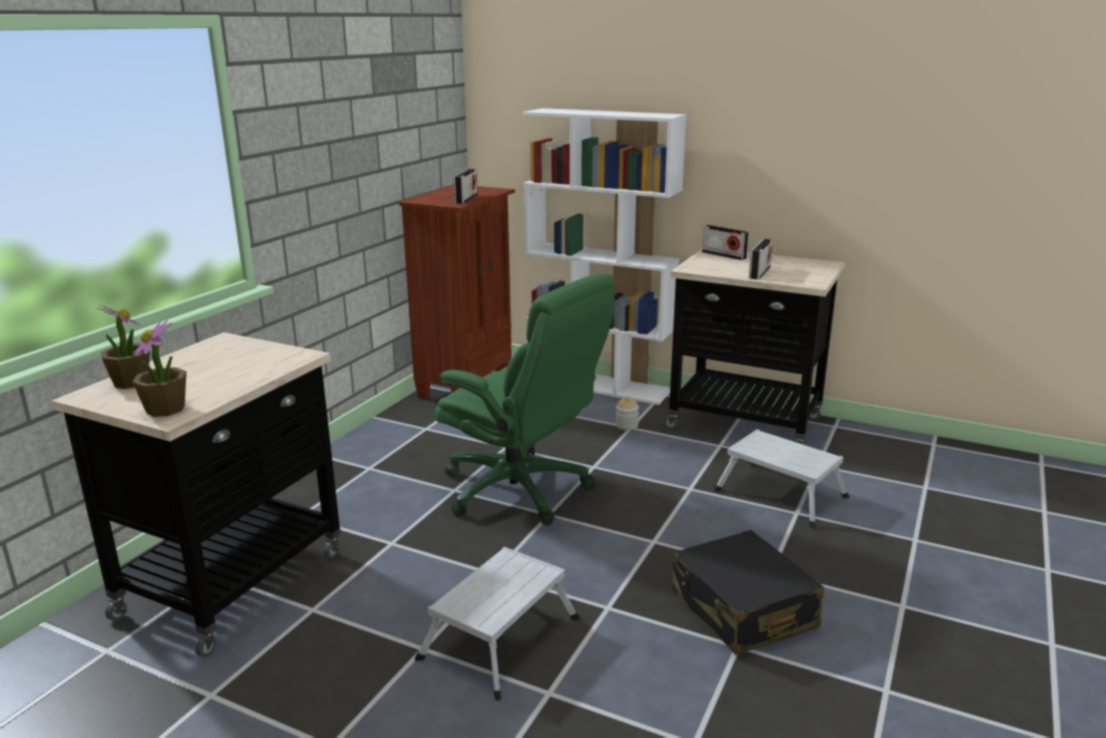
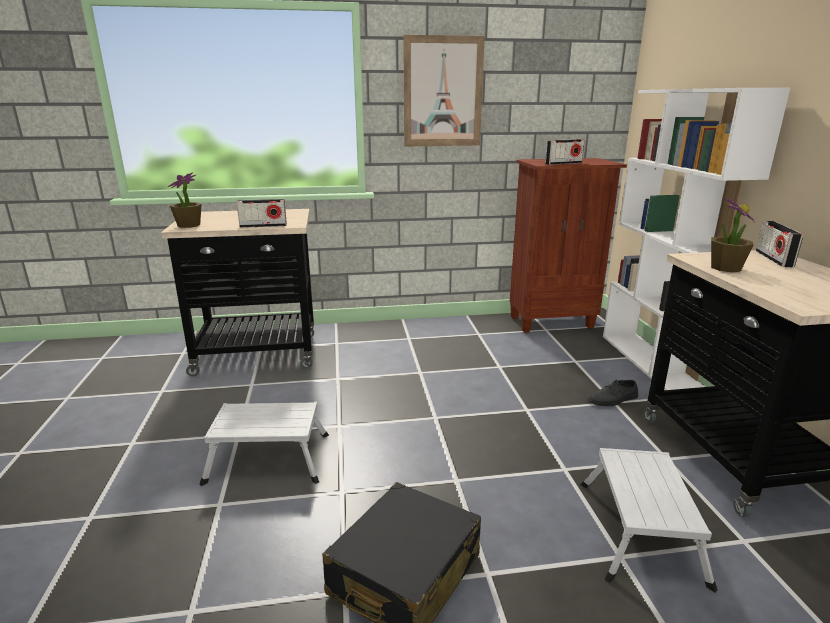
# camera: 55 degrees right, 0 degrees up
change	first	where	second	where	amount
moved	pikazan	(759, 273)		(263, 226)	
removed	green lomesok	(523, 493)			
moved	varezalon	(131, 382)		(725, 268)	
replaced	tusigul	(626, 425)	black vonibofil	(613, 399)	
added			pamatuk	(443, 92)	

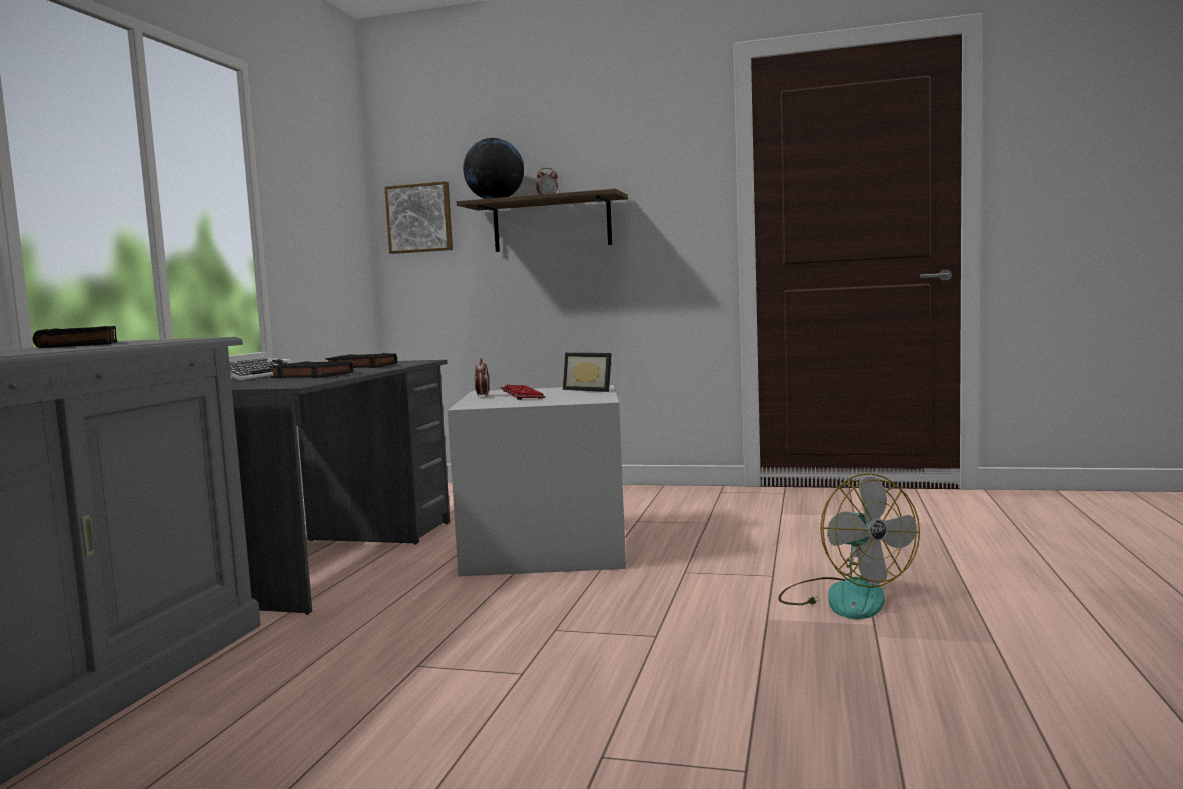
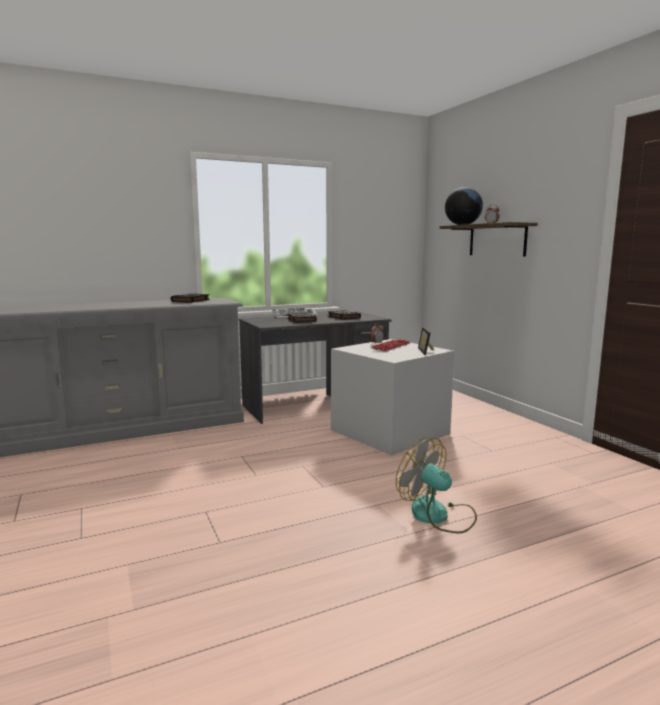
# camera: 50 degrees right, 5 degrees up
change	first	where	second	where	amount
removed	pamatuk	(420, 218)			
turned	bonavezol	(844, 597)		(438, 516)	105 degrees clockwise

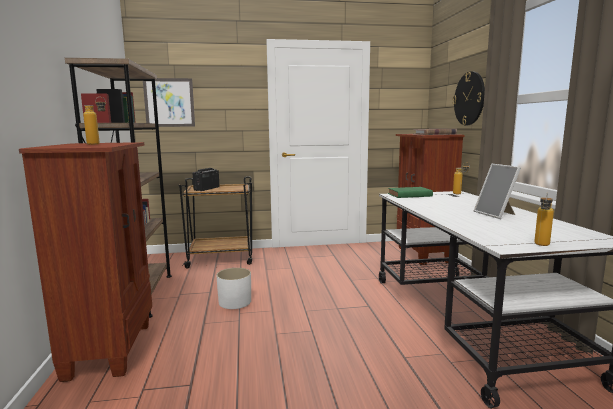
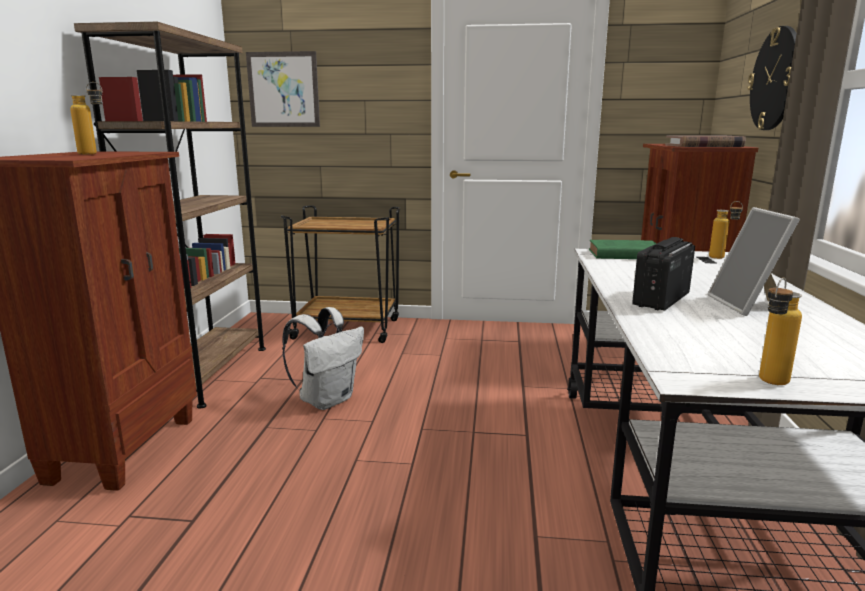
# camera: 15 degrees right, 5 degrees up
change	first	where	second	where	amount
moved	pikazan	(206, 189)		(661, 299)	
replaced	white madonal	(235, 302)	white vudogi	(327, 400)	

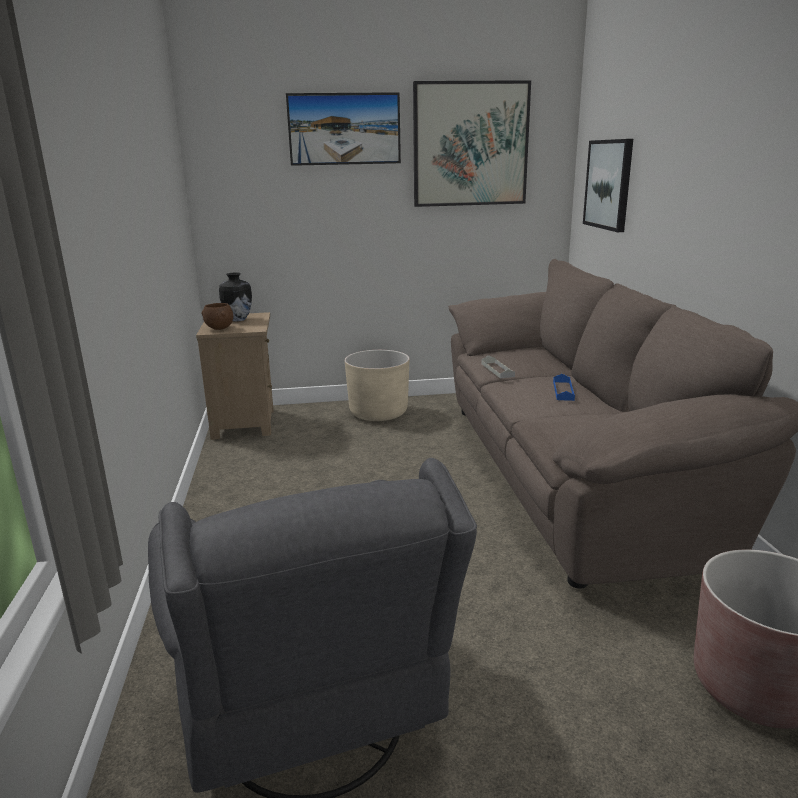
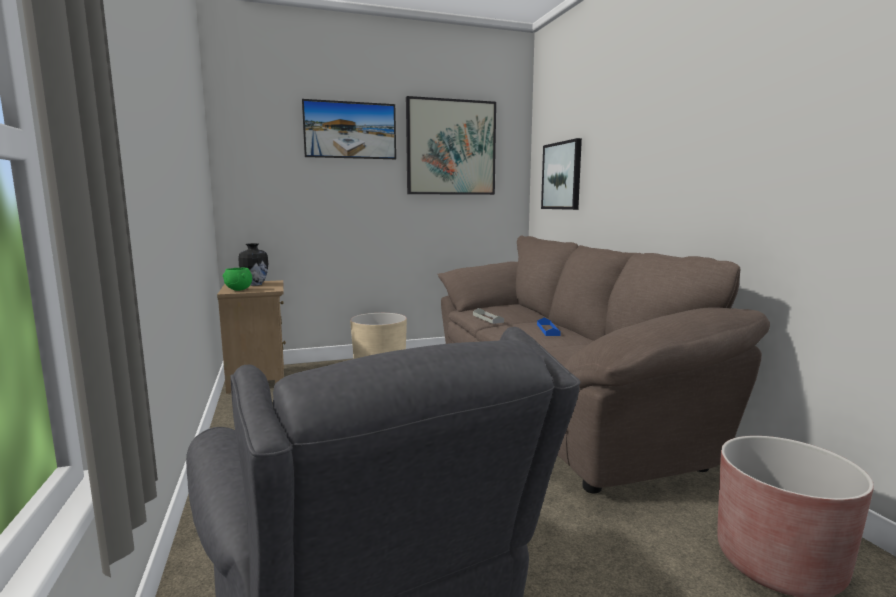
# camera: 10 degrees left, 10 degrees down
change	first	where	second	where	amount
recoloured	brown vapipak	(219, 329)	green vapipak	(238, 290)	

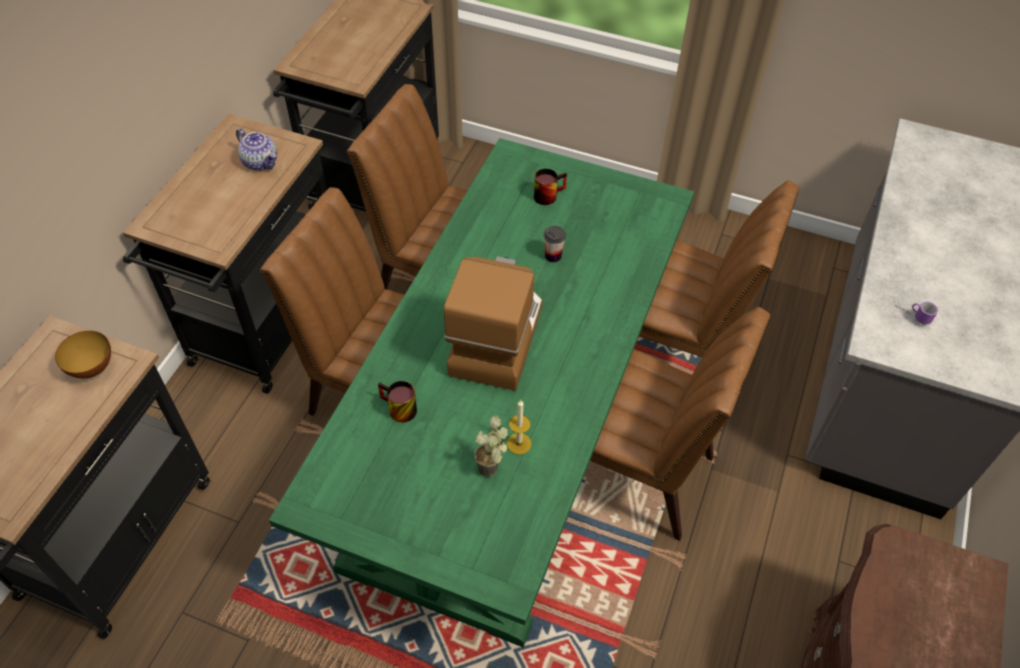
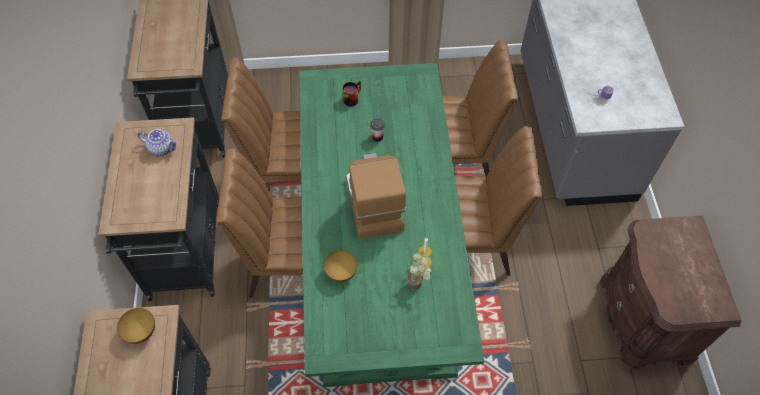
# camera: 25 degrees left, 5 degrees up
change	first	where	second	where	amount
replaced	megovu	(397, 410)	vapipak	(341, 273)	

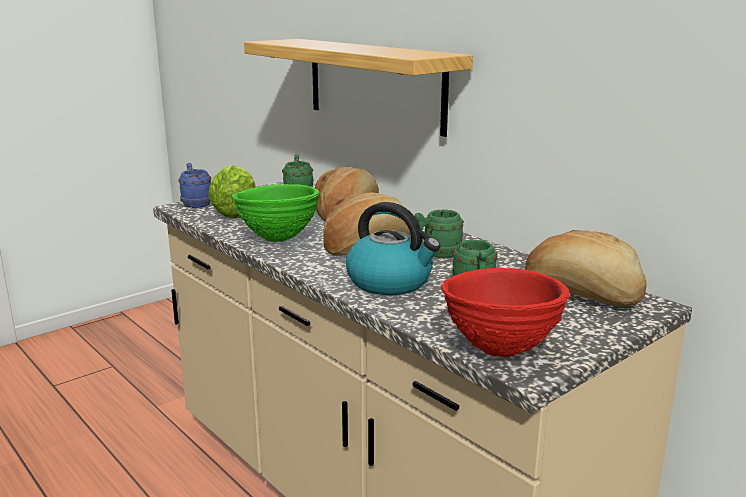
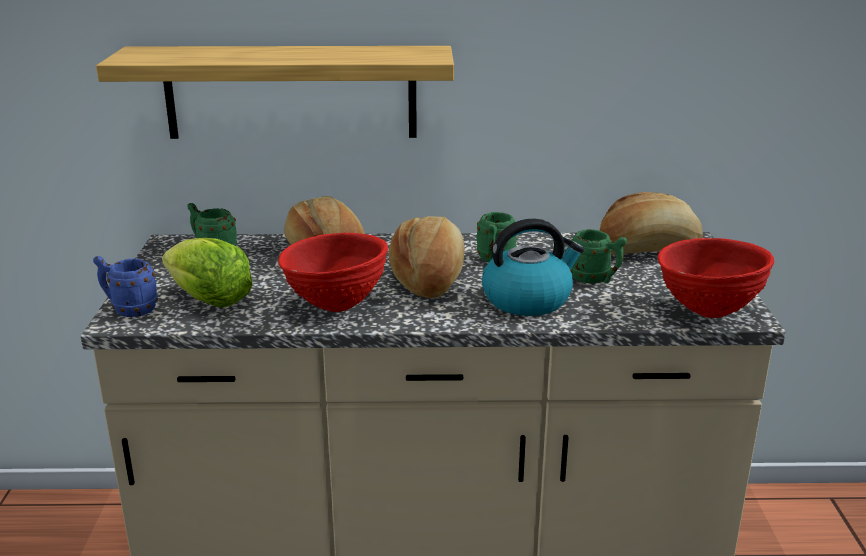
# camera: 50 degrees left, 5 degrees up
change	first	where	second	where	amount
recoloured	green vapipak	(278, 239)	red vapipak	(336, 306)	

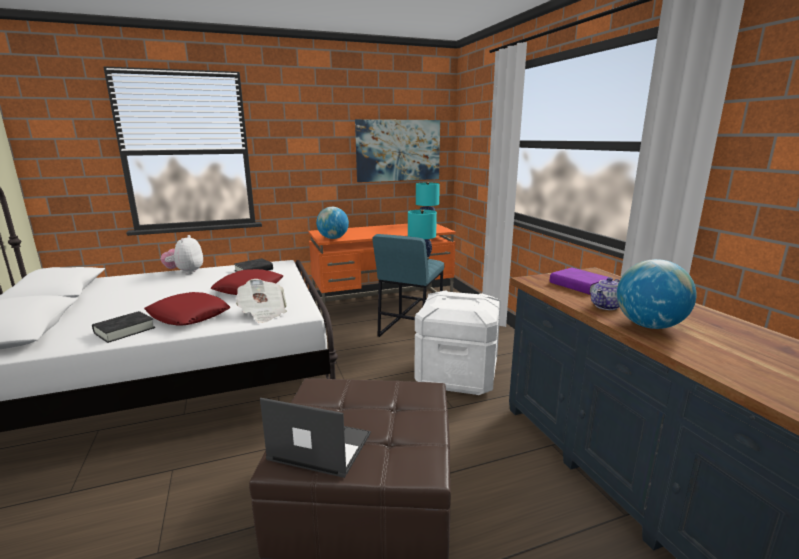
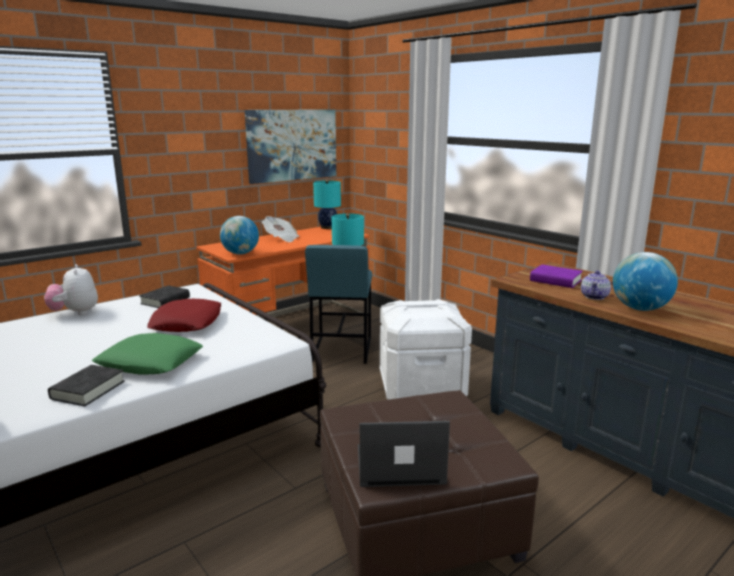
# camera: 20 degrees left, 0 degrees up
change	first	where	second	where	amount
moved	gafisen	(263, 313)		(281, 239)	
recoloured	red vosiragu	(188, 316)	green vosiragu	(150, 362)	

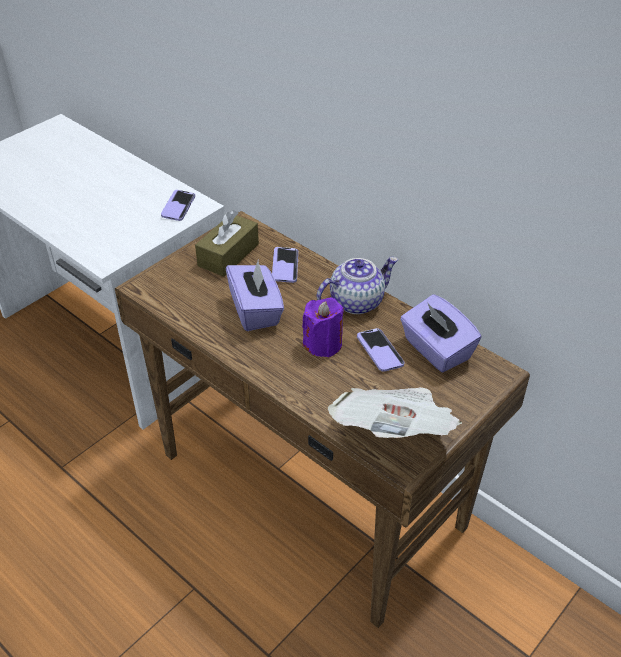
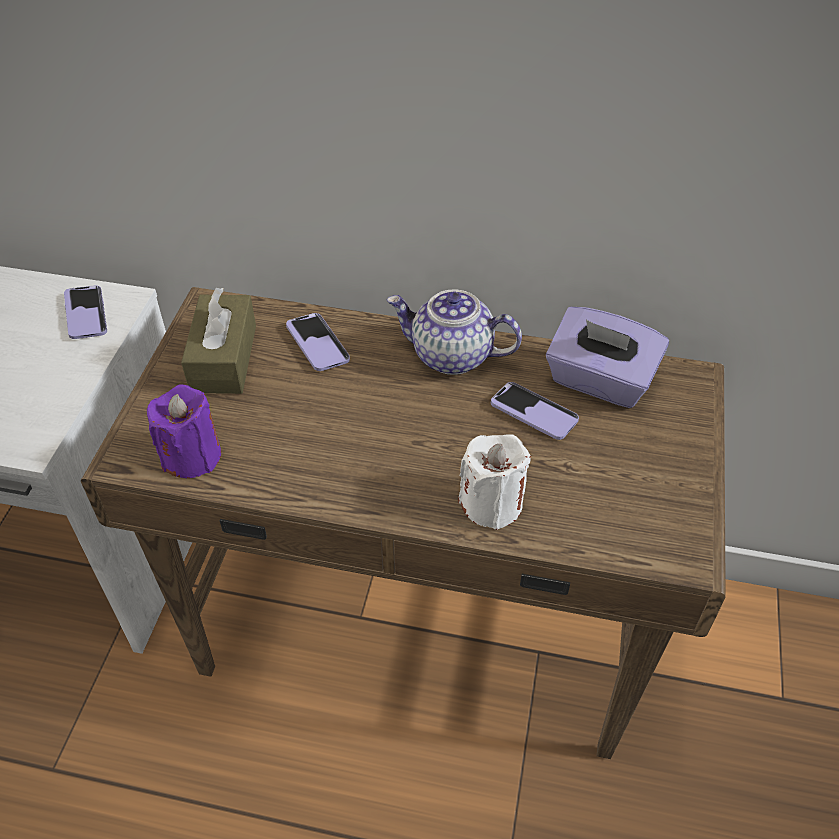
# camera: 30 degrees left, 5 degrees up
change	first	where	second	where	amount
turned	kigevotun	(356, 301)		(451, 356)	105 degrees counterclockwise
removed	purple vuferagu	(256, 311)			
moved	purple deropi	(323, 344)		(192, 456)	
removed	gafisen	(394, 432)			
added			white deropi	(492, 503)	

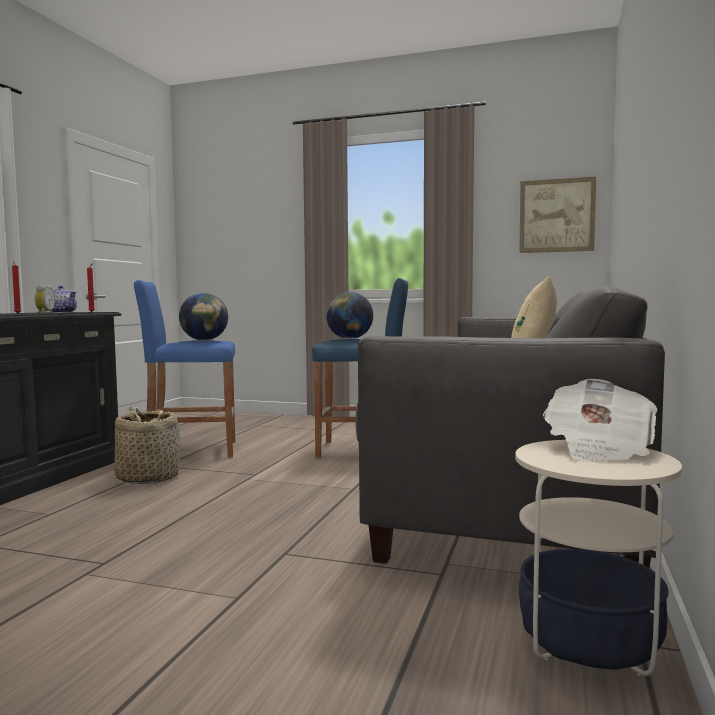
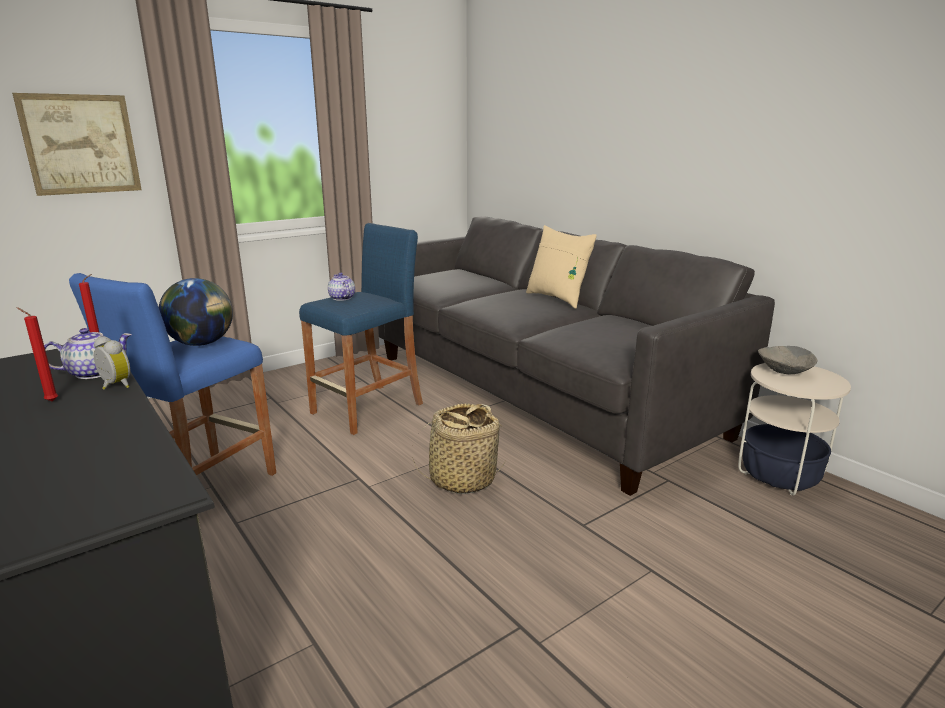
# camera: 55 degrees left, 15 degrees up
change	first	where	second	where	amount
moved	pamatuk	(556, 215)		(81, 144)	
replaced	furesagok	(349, 339)	kigevotun	(342, 298)	
replaced	gafisen	(597, 449)	grey vapipak	(784, 371)	
moved	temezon	(148, 477)		(462, 479)	

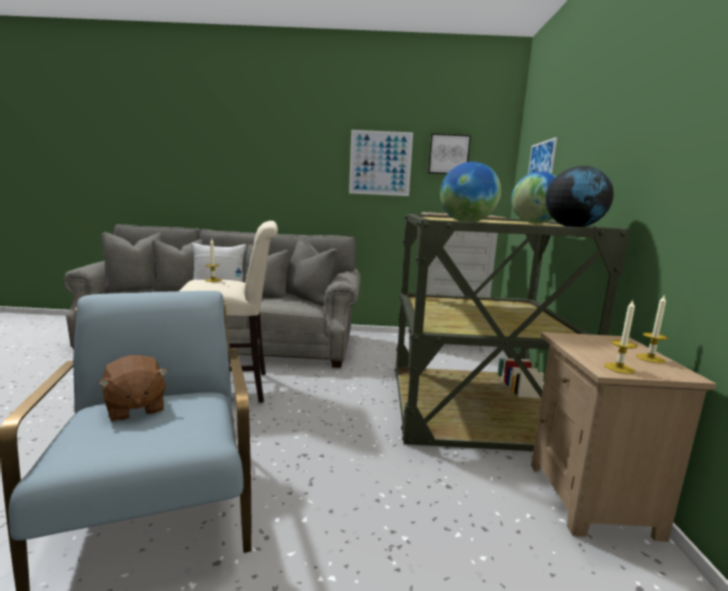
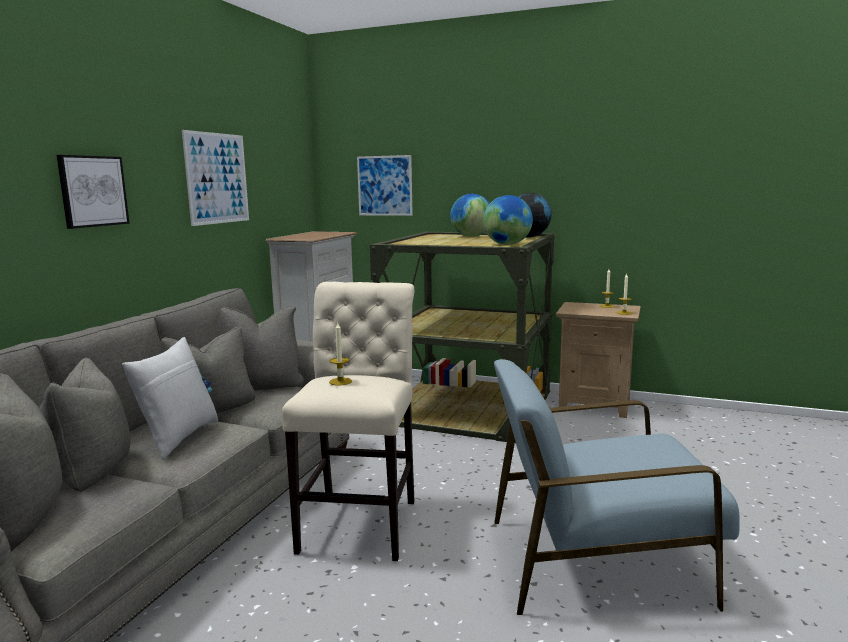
# camera: 70 degrees left, 0 degrees up
change	first	where	second	where	amount
moved	pamatuk	(448, 154)		(92, 191)	
removed	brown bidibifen	(135, 408)			

